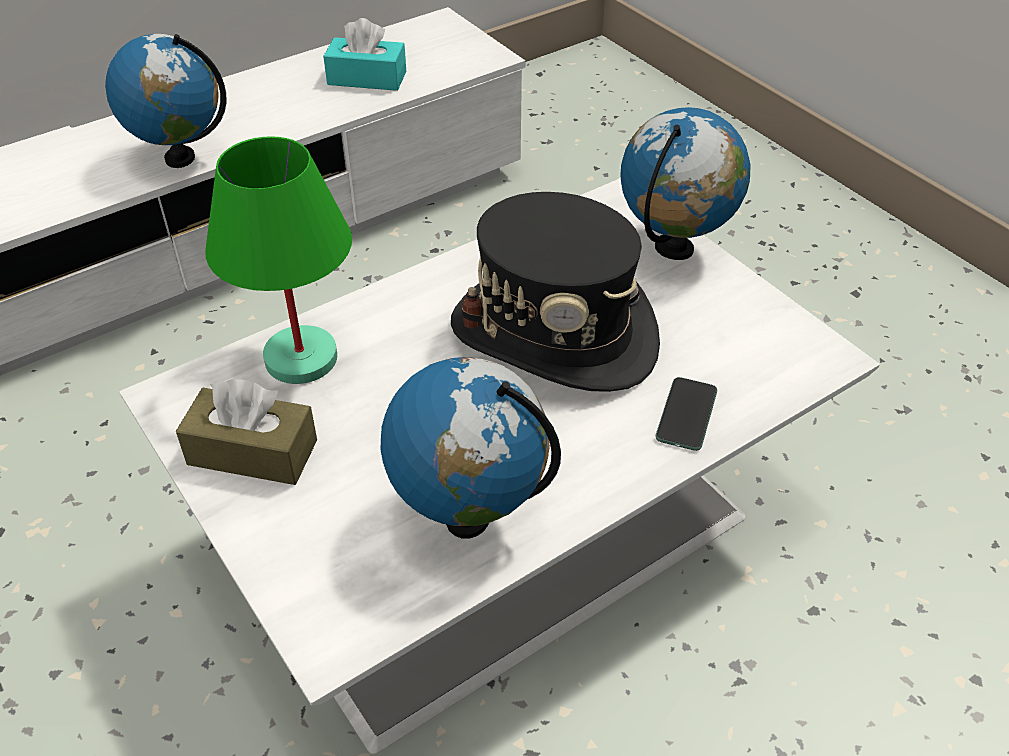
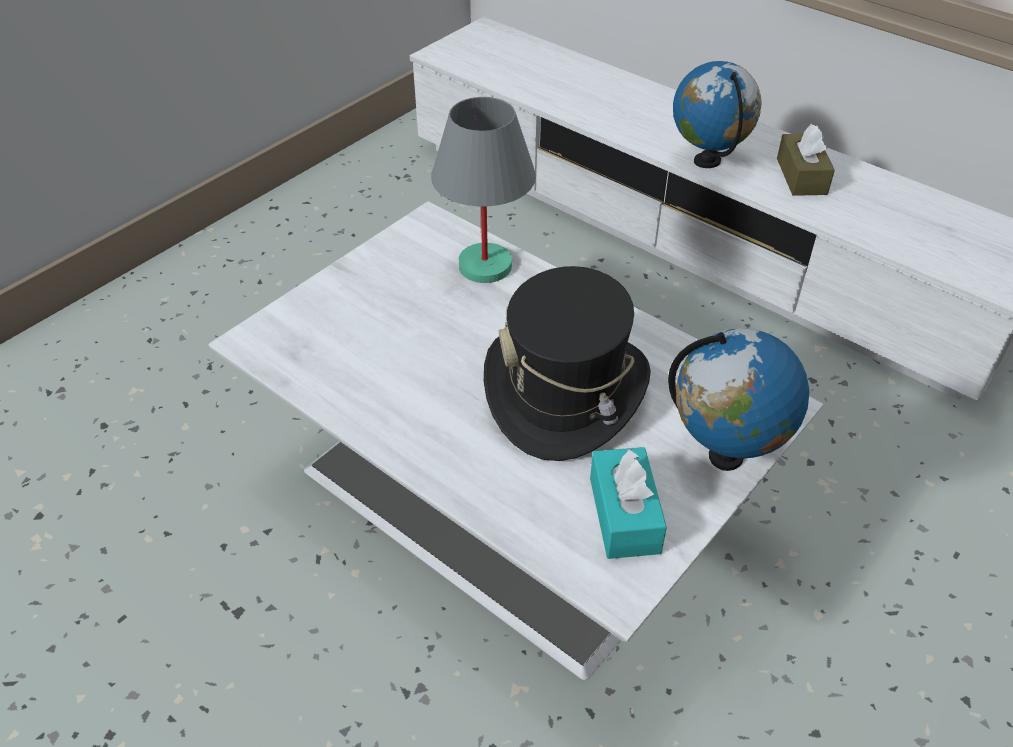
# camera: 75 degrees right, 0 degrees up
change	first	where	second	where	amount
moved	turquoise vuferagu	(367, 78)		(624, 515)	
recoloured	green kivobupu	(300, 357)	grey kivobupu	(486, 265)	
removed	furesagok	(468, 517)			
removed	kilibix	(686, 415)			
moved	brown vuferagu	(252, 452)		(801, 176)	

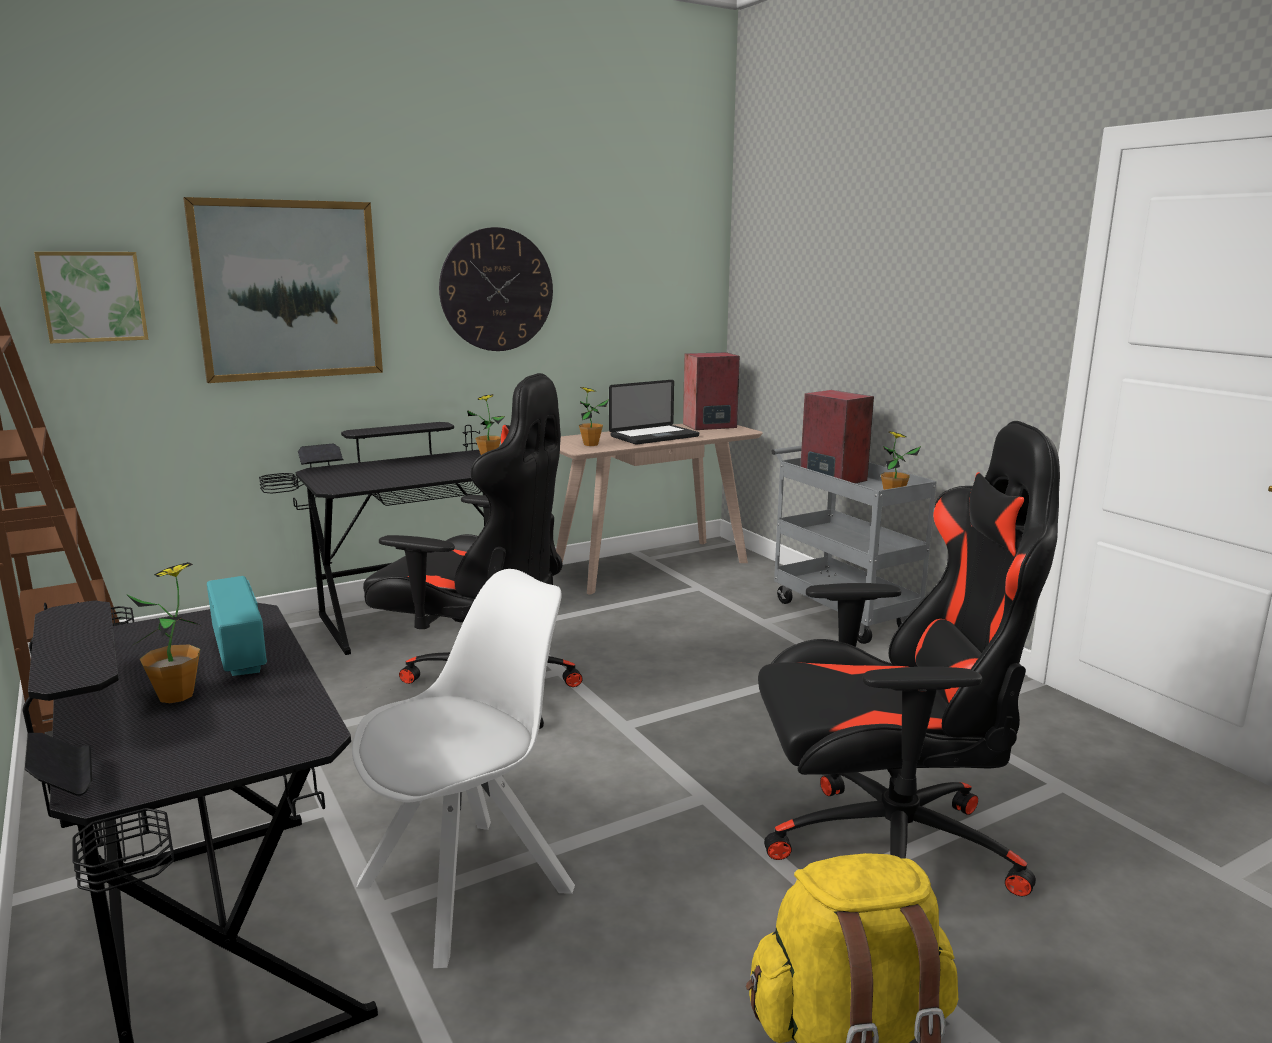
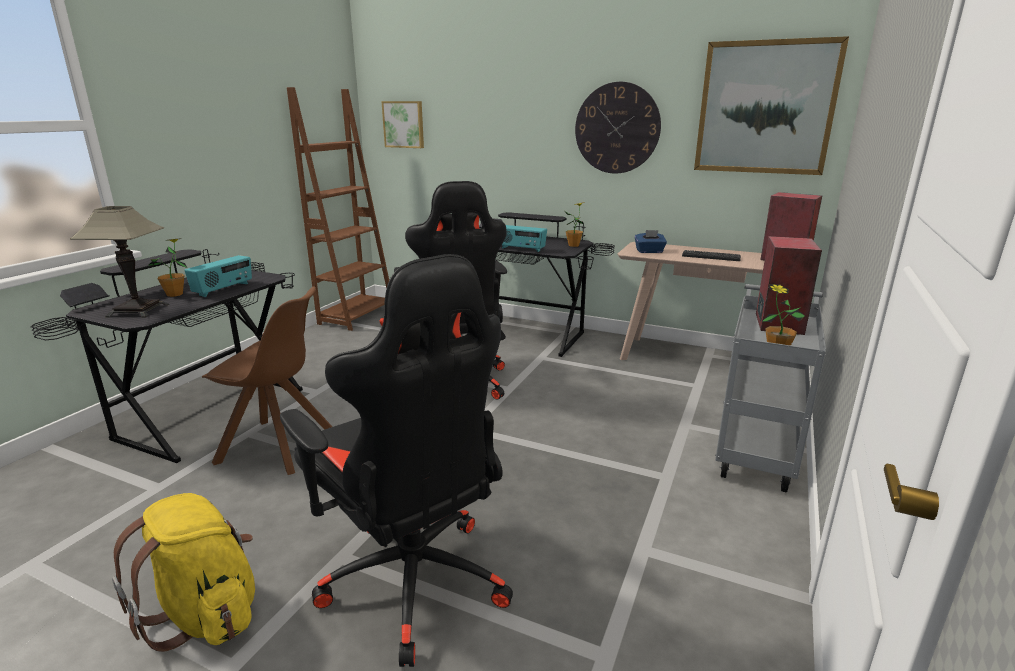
# camera: 55 degrees right, 5 degrees up
change	first	where	second	where	amount
moved	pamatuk	(289, 290)		(765, 108)	
replaced	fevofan	(654, 436)	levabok	(711, 256)	
replaced	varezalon	(591, 444)	blue vuferagu	(649, 251)	
recoloured	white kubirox	(469, 886)	brown kubirox	(278, 446)	
added			kivobupu	(138, 310)	
added			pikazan	(521, 249)	

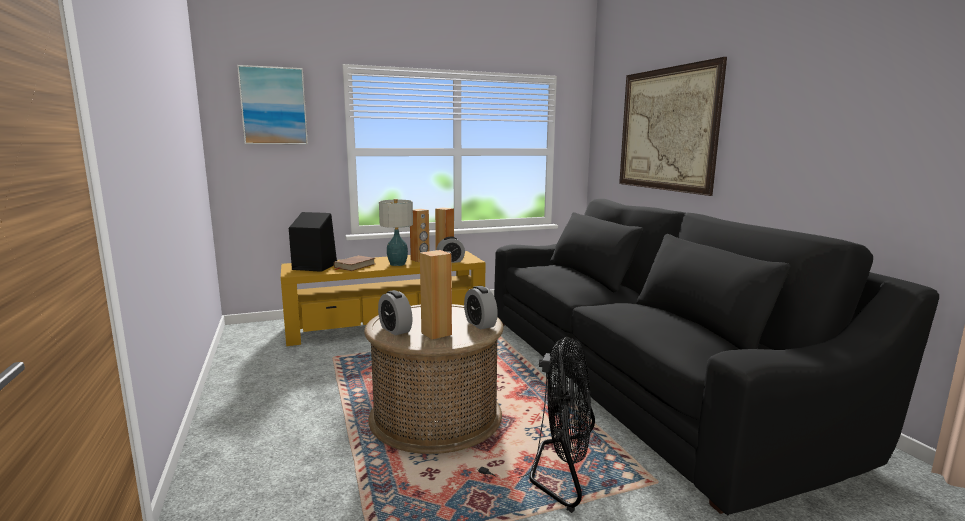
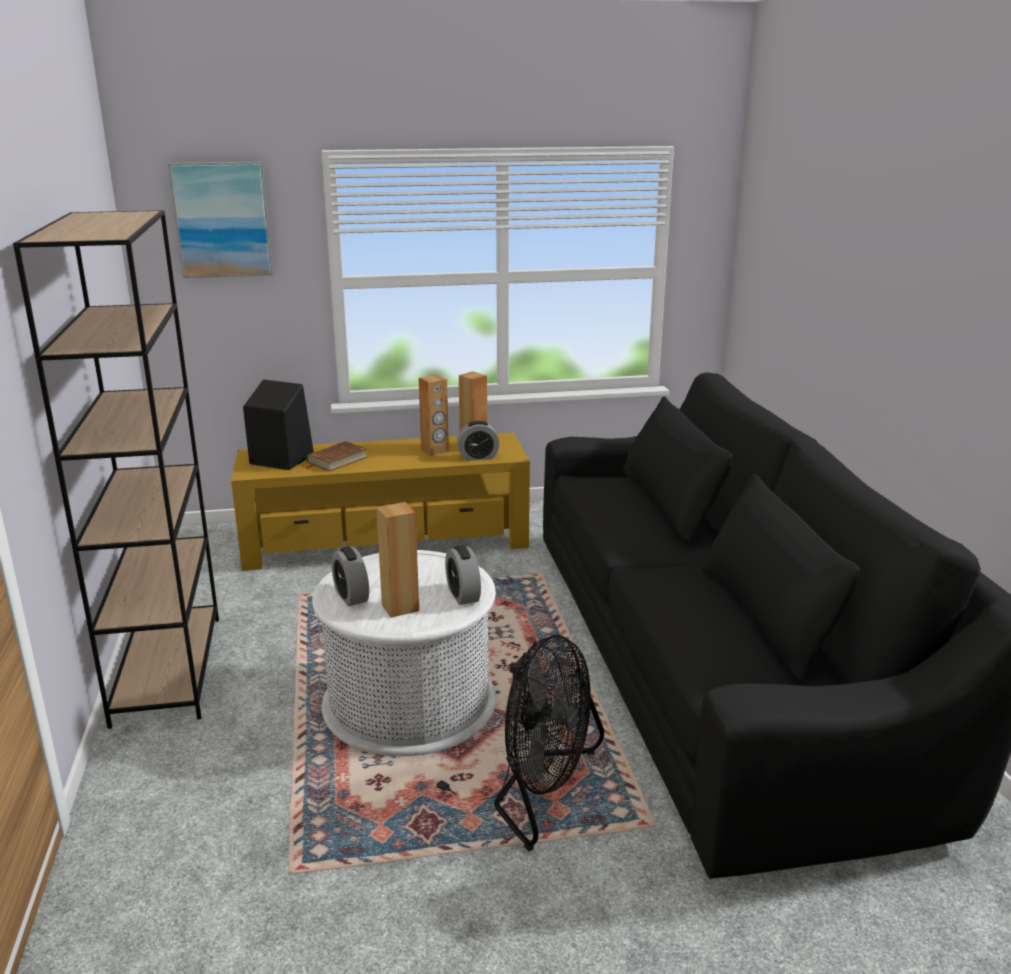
# camera: 10 degrees right, 10 degrees up
change	first	where	second	where	amount
removed	pamatuk	(666, 129)			
removed	kivobupu	(397, 264)			
recoloured	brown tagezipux	(436, 416)	white tagezipux	(409, 702)	
added			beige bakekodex	(167, 668)	

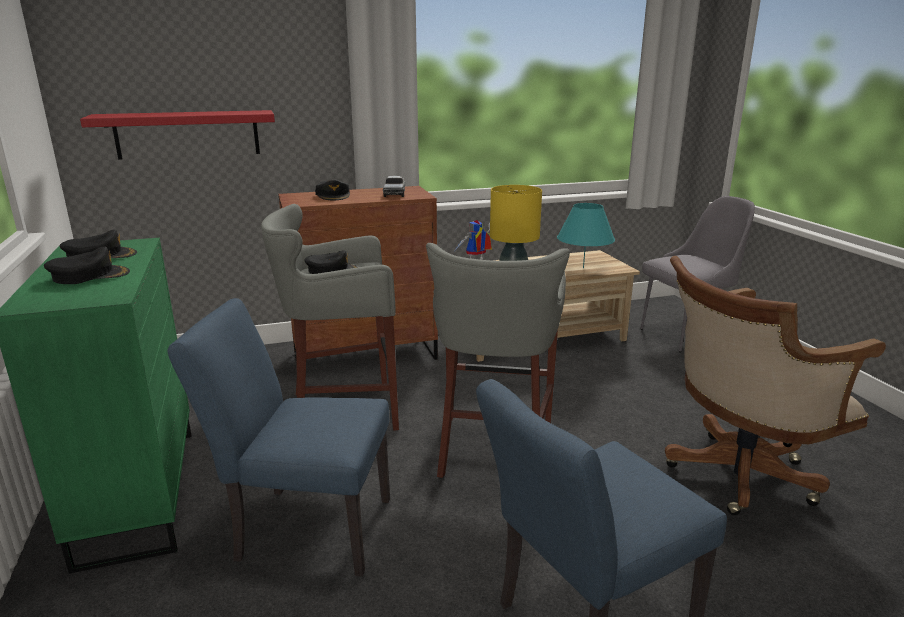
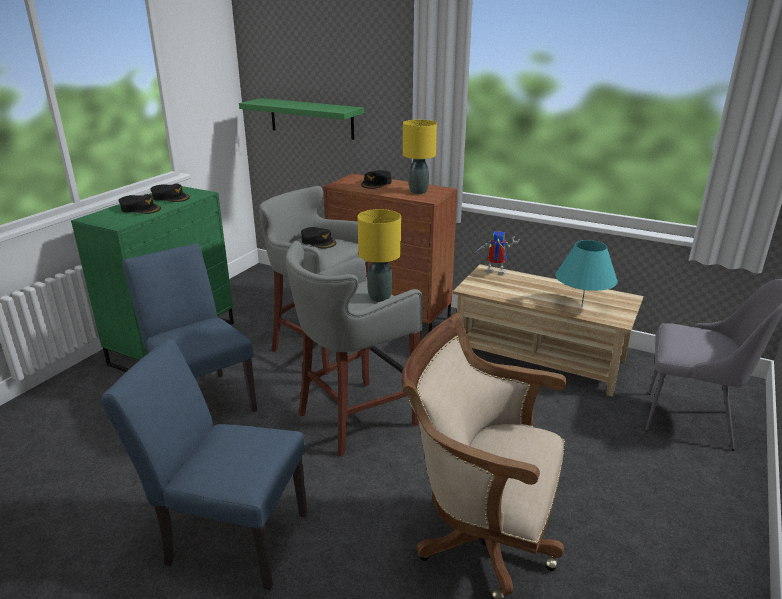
# camera: 45 degrees right, 5 degrees up
change	first	where	second	where	amount
recoloured	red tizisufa	(188, 134)	green tizisufa	(311, 118)	
replaced	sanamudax	(395, 193)	yellow kivobupu	(418, 192)	

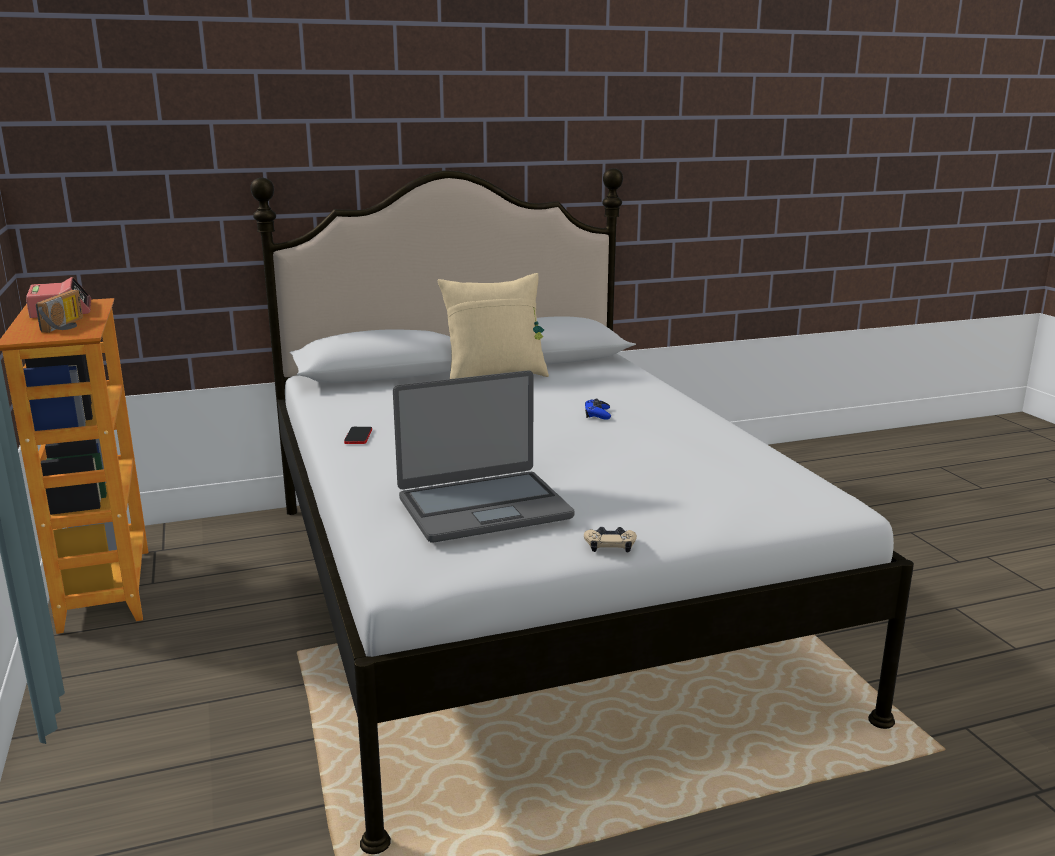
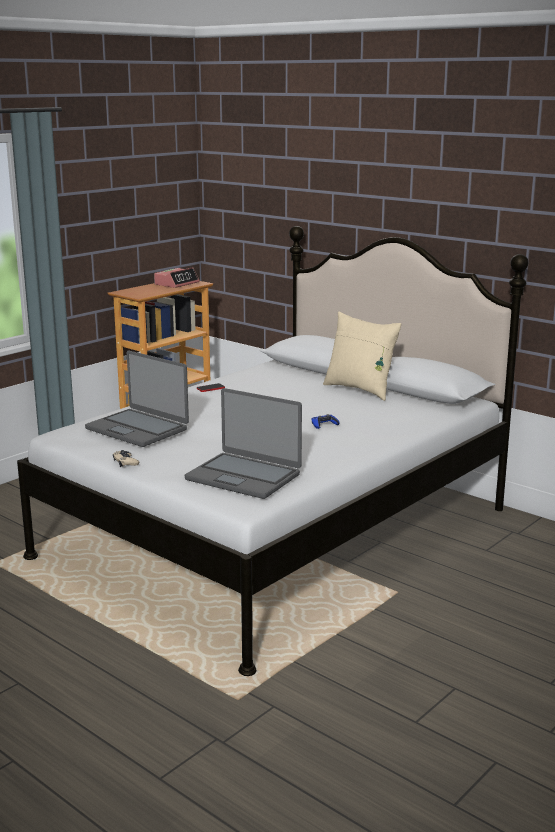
# camera: 60 degrees right, 0 degrees up
change	first	where	second	where	amount
removed	pikazan	(67, 325)			
added			fevofan	(244, 476)	

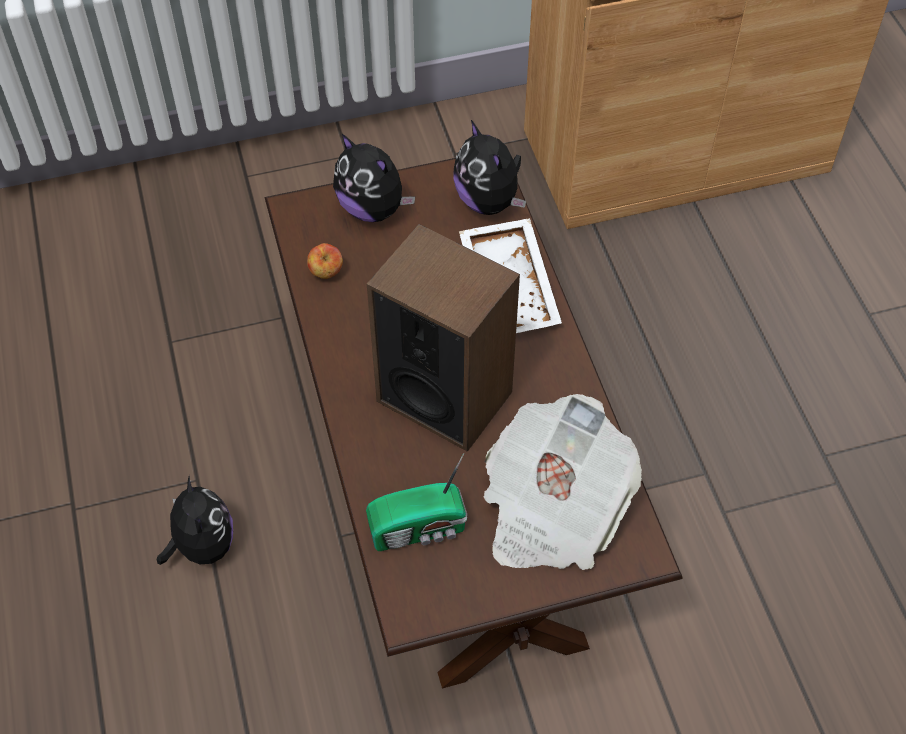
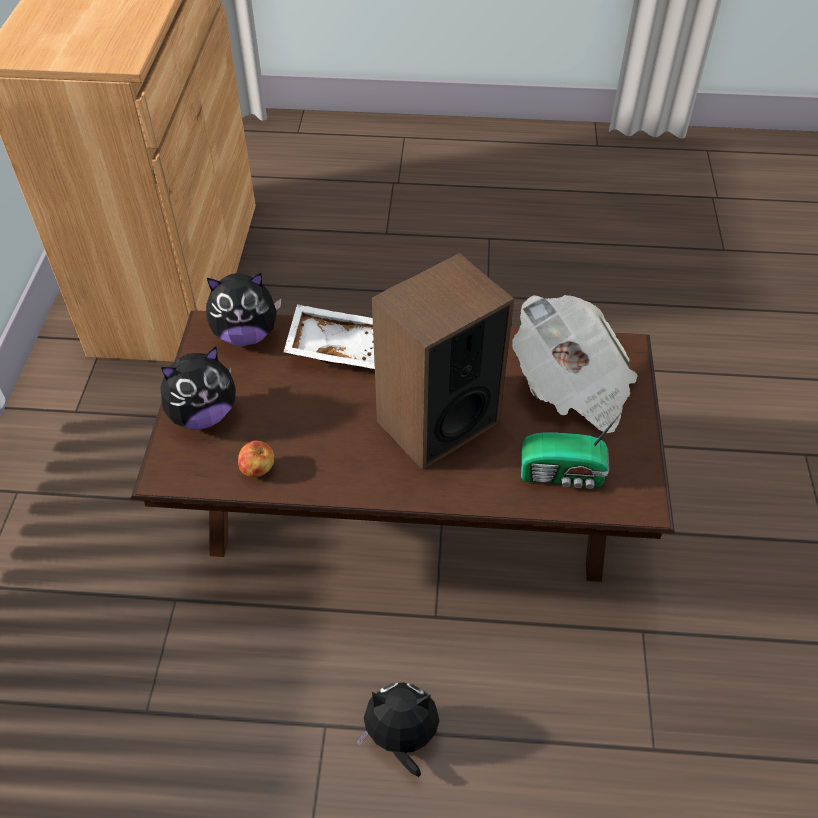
# camera: 70 degrees left, 5 degrees down
change	first	where	second	where	amount
turned	pikazan	(420, 529)		(564, 474)	90 degrees clockwise

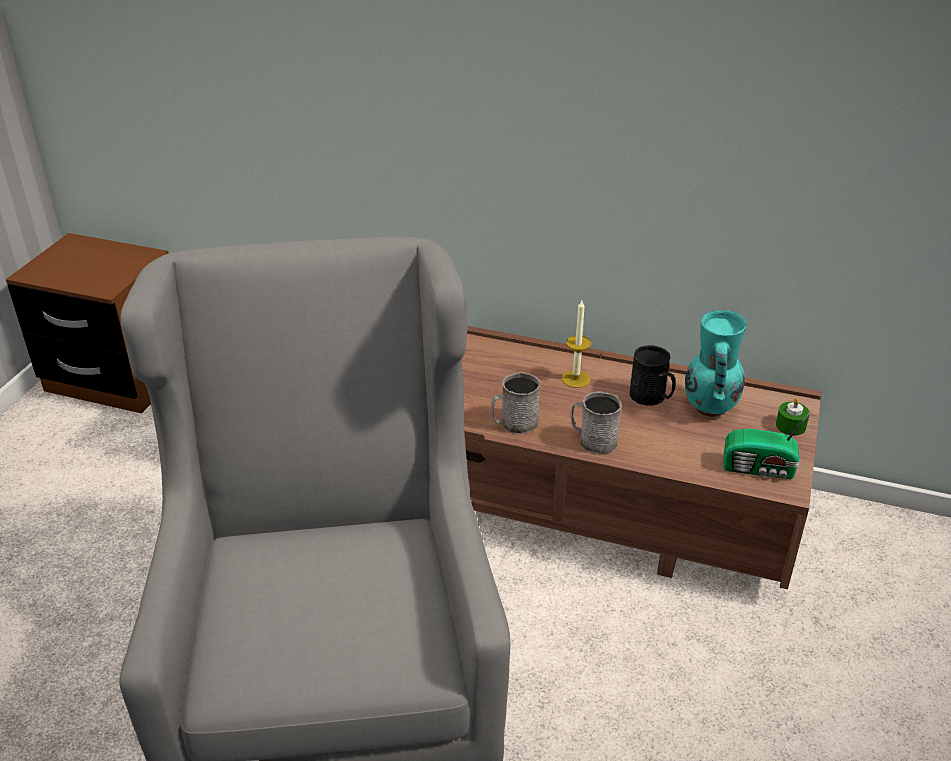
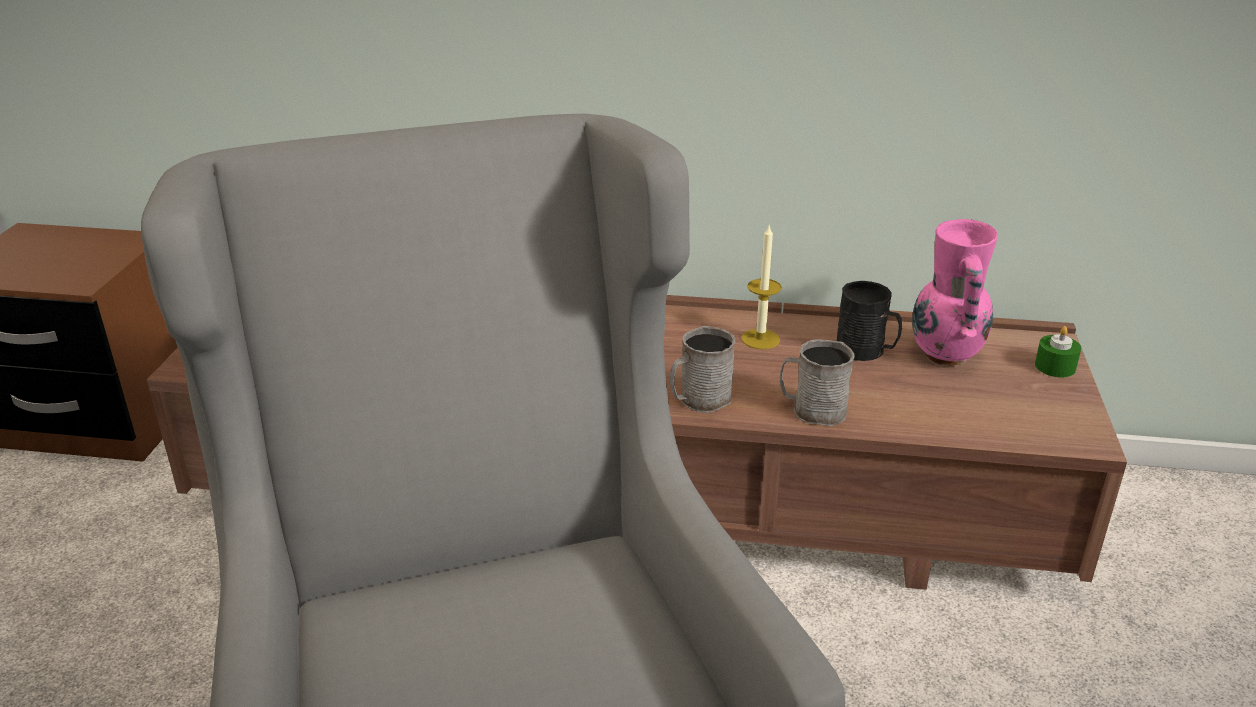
# camera: 10 degrees left, 5 degrees down
change	first	where	second	where	amount
recoloured	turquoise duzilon	(709, 408)	pink duzilon	(945, 357)	
removed	pikazan	(760, 469)			

